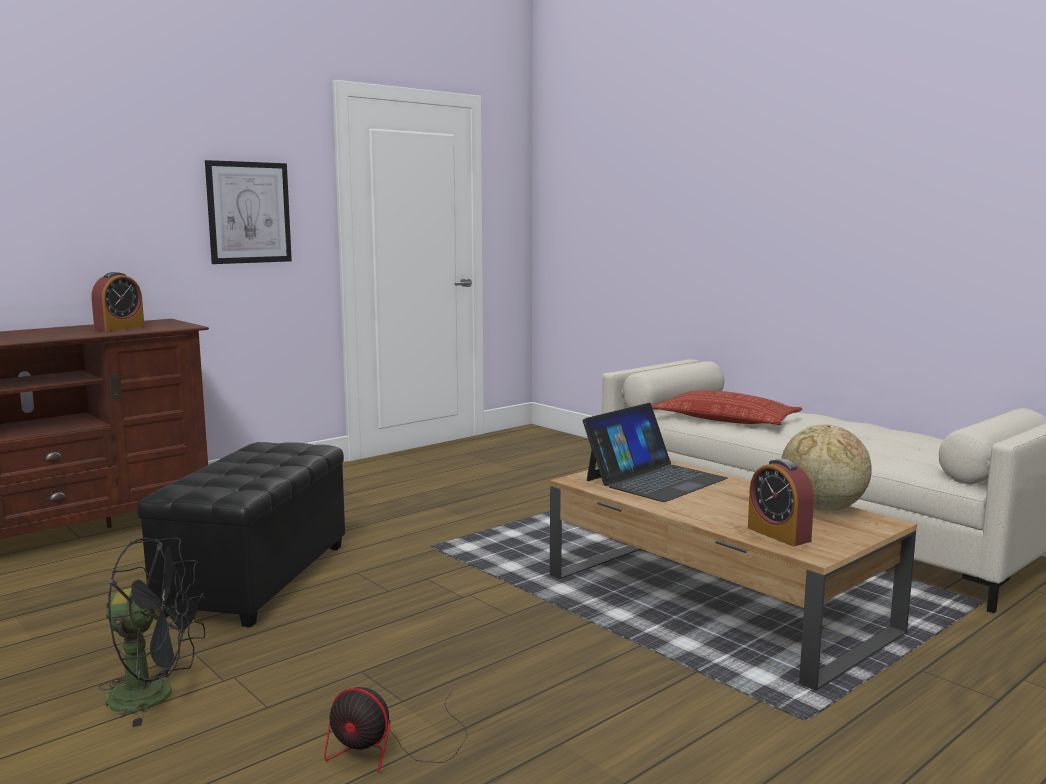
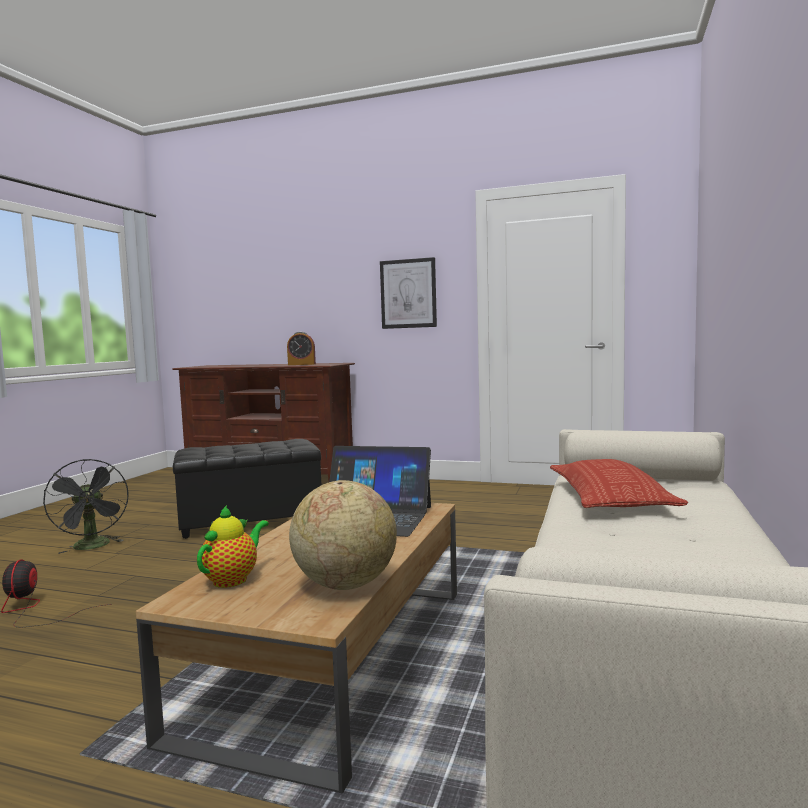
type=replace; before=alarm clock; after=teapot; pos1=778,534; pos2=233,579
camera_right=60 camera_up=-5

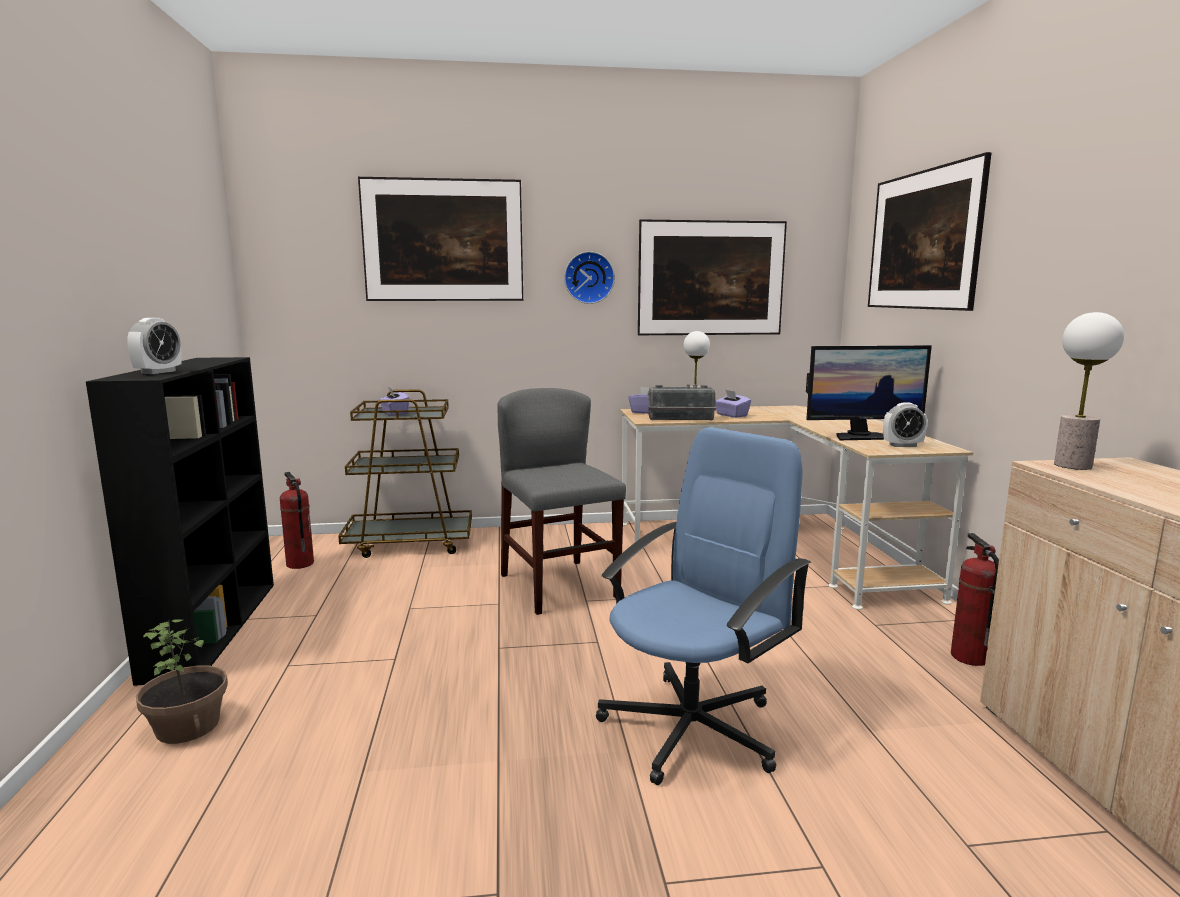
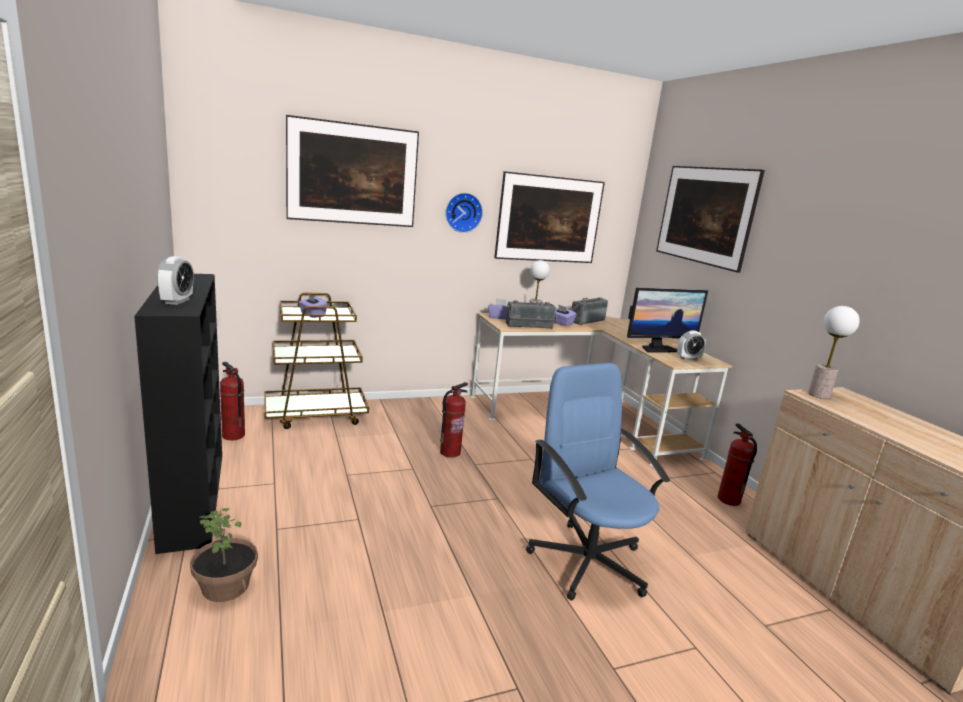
type=replace; before=chair (grey); after=fire extinguisher; pos1=559,586; pos2=450,452
type=rotate; before=office chair (blue); pos1=693,728; pos2=587,561; turn=-60
type=insert; after=radio; pos2=585,320
camera_right=-15 camera_up=5

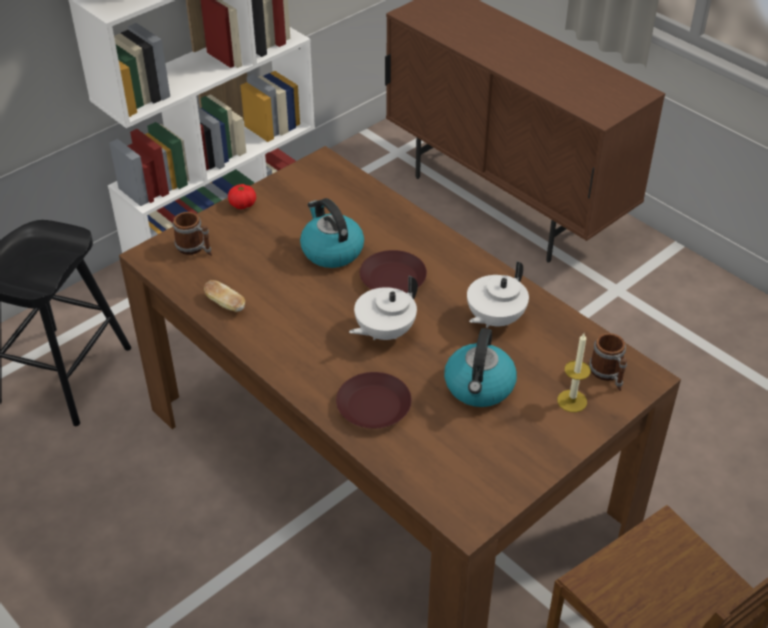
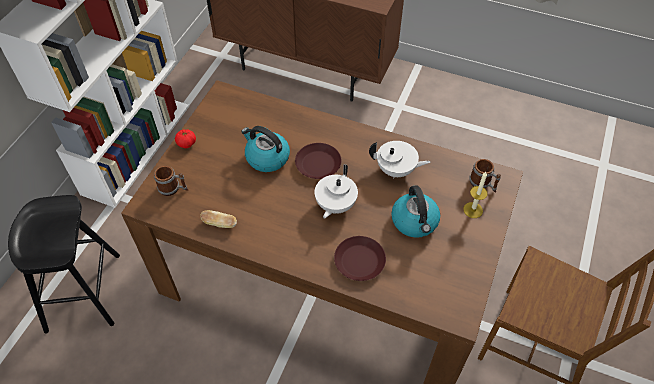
type=rotate; before=teapot (white); pos1=494,319; pos2=396,170; turn=-90
camera_right=-25 camera_up=10

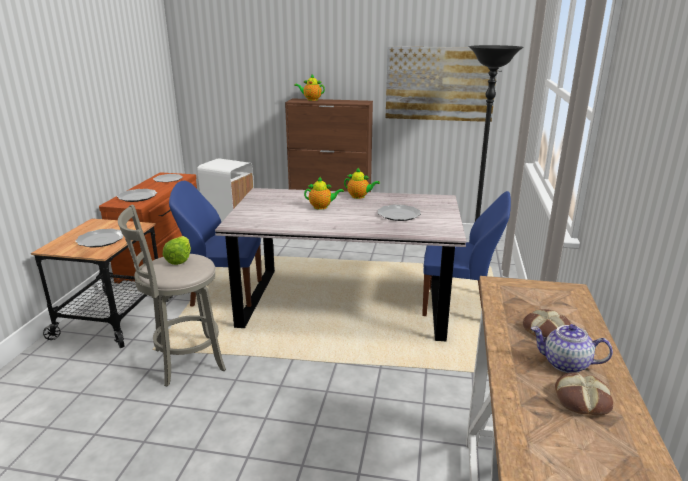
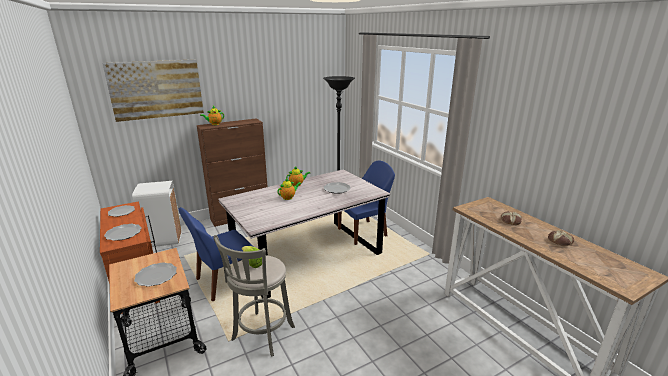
type=move; before=picture; pos1=440,84; pos2=156,89
type=delete; before=teapot; pos1=565,364
camera_right=-40 camera_up=0

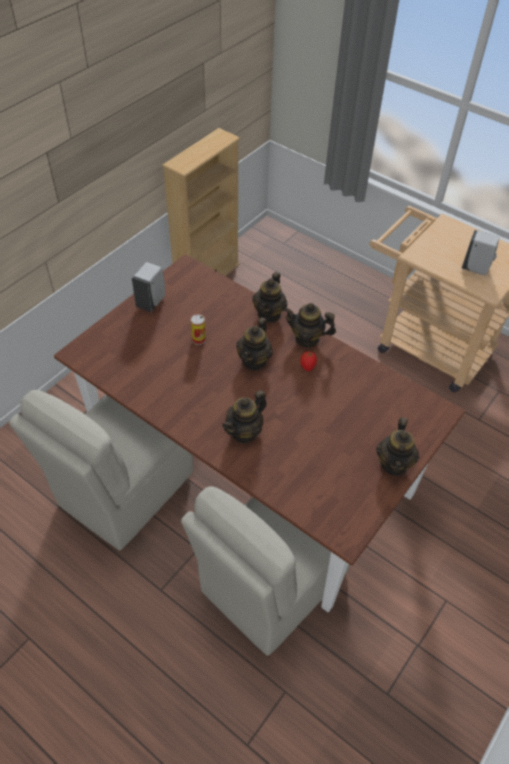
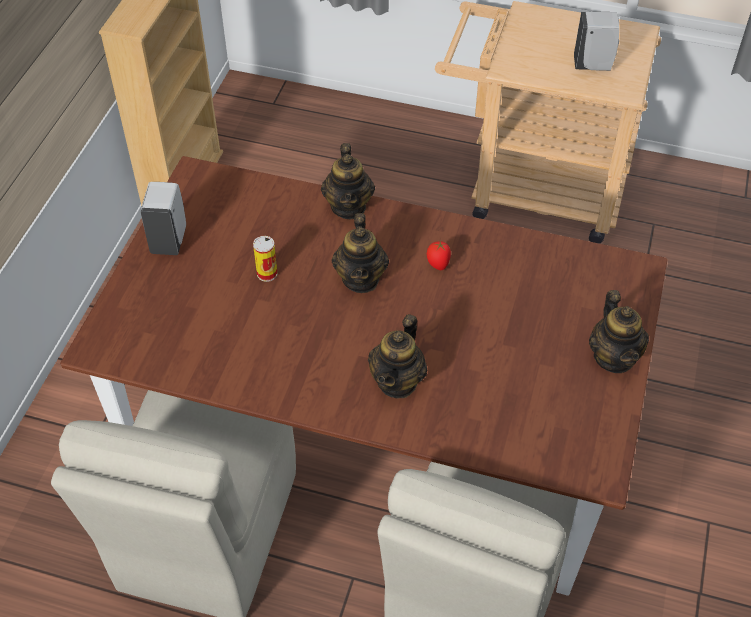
type=delete; before=teapot; pos1=307,338
camera_right=-20 camera_up=0

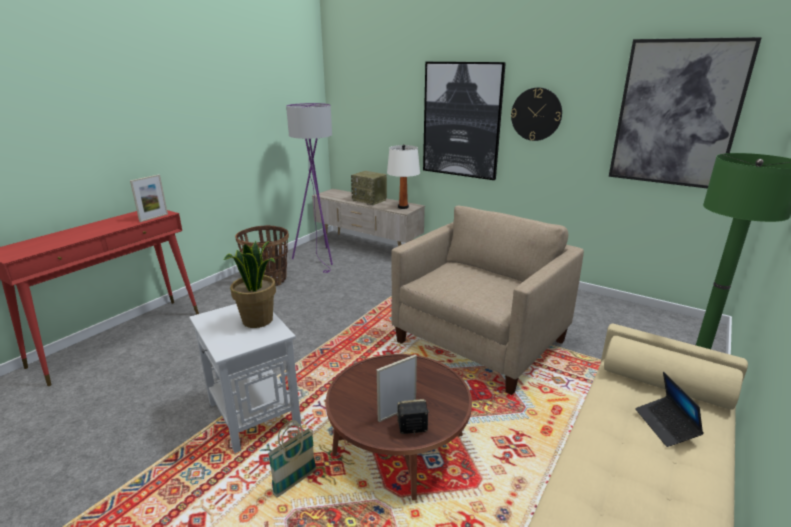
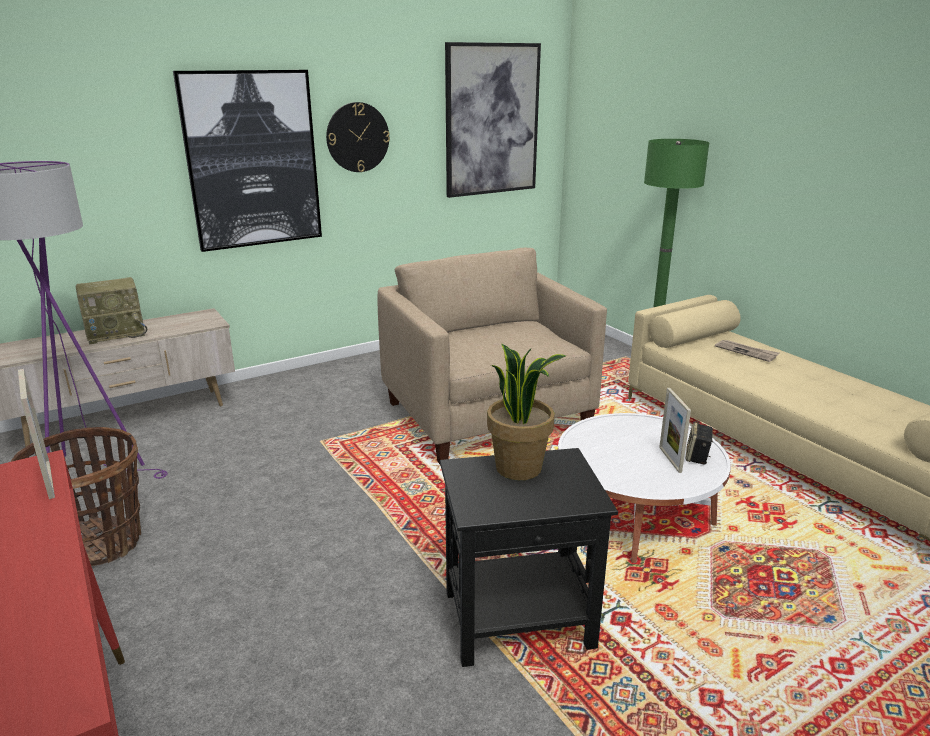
type=recolor; before=side table (white); after=side table (black); pos1=254,414; pos2=520,619
type=delete; before=basket; pos1=295,482
type=recolor; before=coffee table (brown); after=coffee table (white); pos1=398,445; pos2=634,514
type=delete; before=table lamp (white); pos1=403,207
type=replace; before=laptop; after=newspaper; pos1=666,426; pos2=746,352
camera_right=-65 camera_up=0

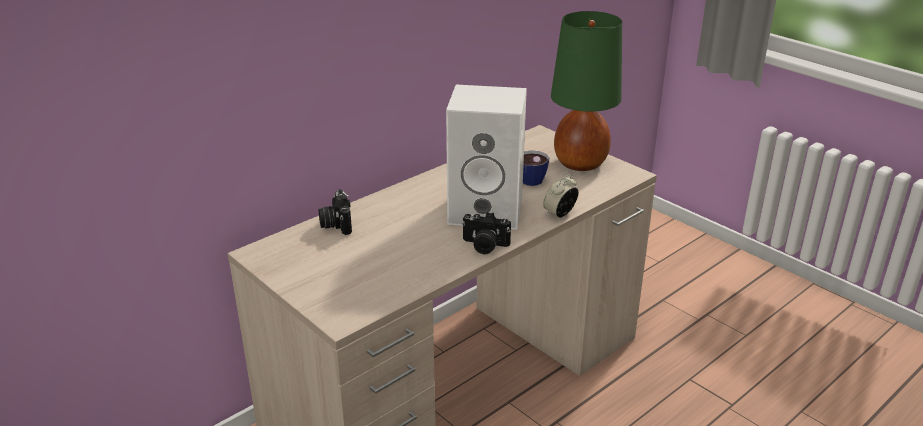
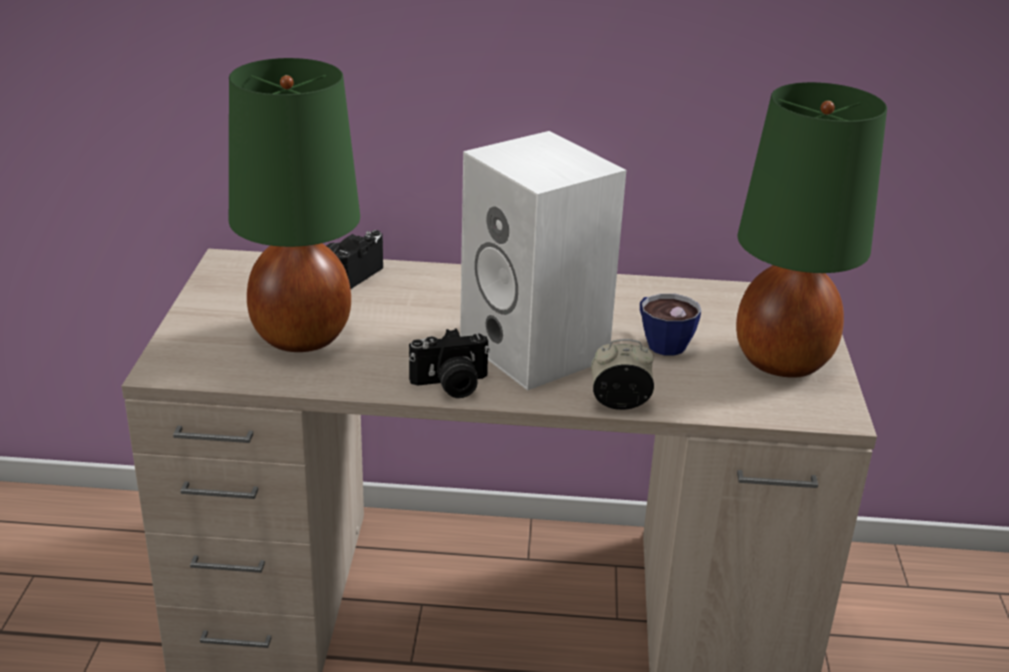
type=rotate; before=photo camera; pos1=484,246; pos2=451,385; turn=-75
type=insert; after=table lamp (green); pos2=300,337
camera_right=45 camera_up=0

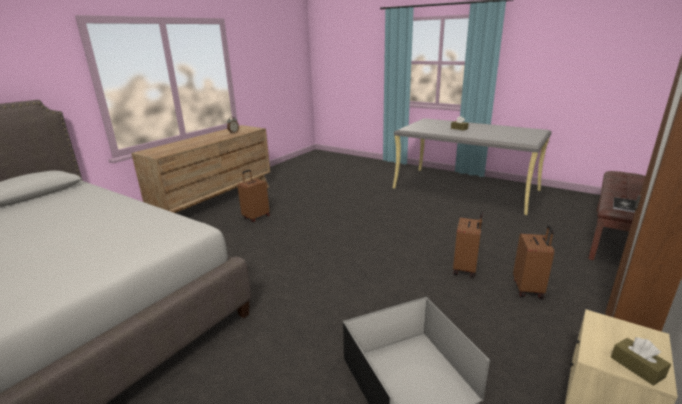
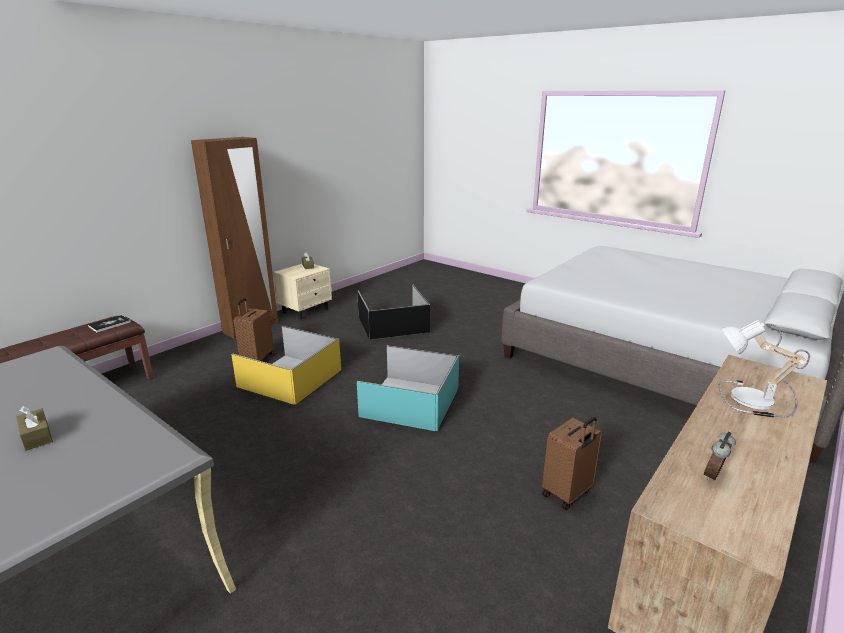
type=replace; before=suitcase (brown); after=storage box (yellow); pos1=465,269; pos2=291,377
type=insert; after=storage box (turquoise); pos2=410,401
type=insert; after=table lamp; pos2=750,400
camera_right=-175 camera_up=0

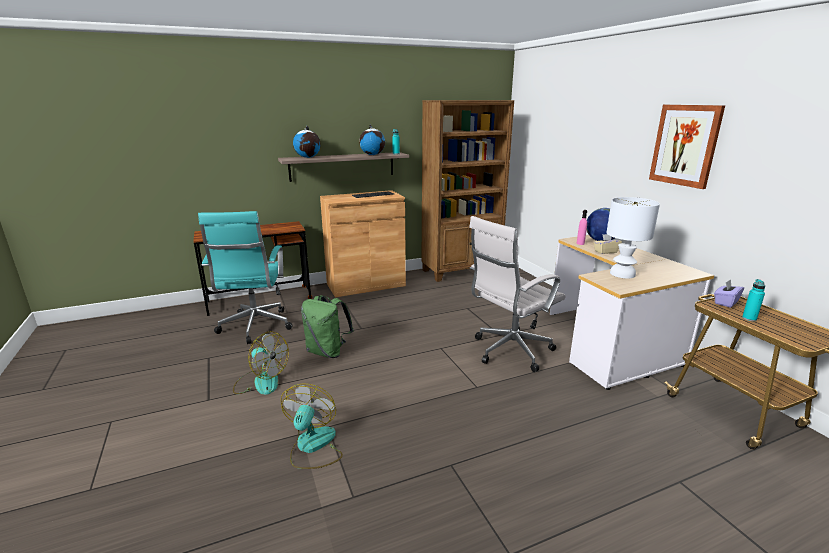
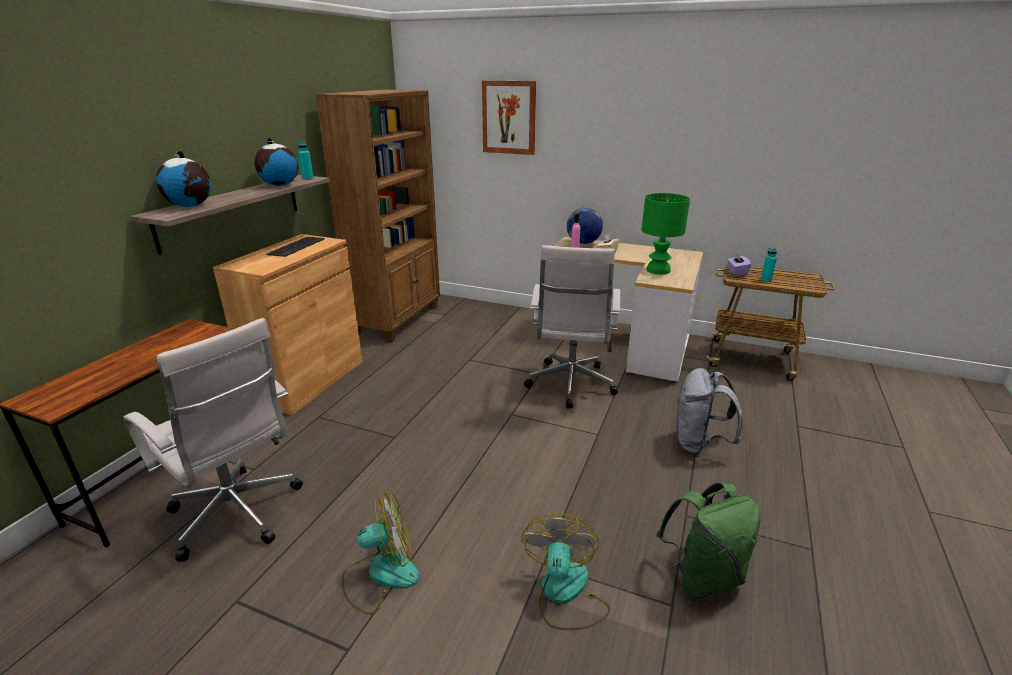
type=recolor; before=office chair (turquoise); after=office chair (white); pos1=255,328; pos2=238,516
type=rotate; before=fan; pos1=313,447; pos2=565,594; turn=45
type=move; before=backpack (green); pos1=327,352; pos2=702,576
type=recolor; before=table lamp (white); after=table lamp (green); pos1=621,274; pos2=657,270
type=move; before=picture; pos1=685,145; pos2=509,117
type=insert; after=backpack (grey); pos2=699,444
camera_right=-45 camera_up=5

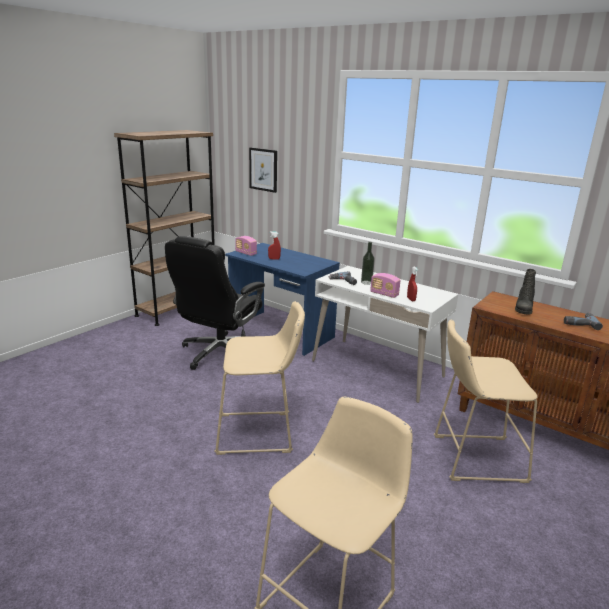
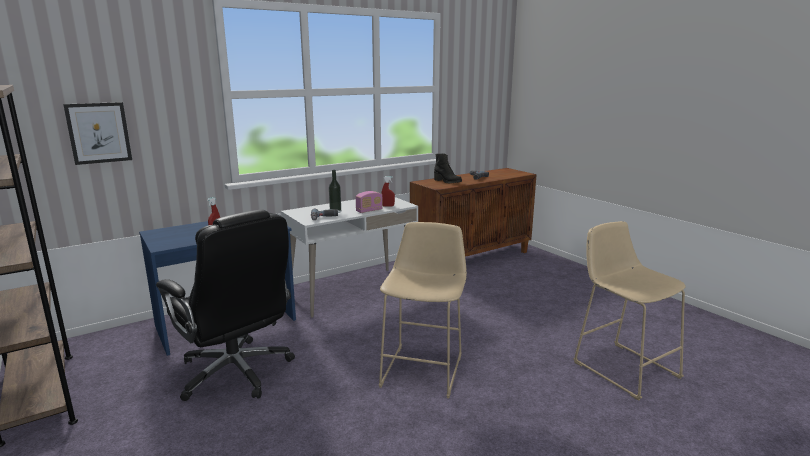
type=delete; before=radio; pos1=246,253
type=delete; before=stool (beige); pos1=473,457
camera_right=-70 camera_up=-5

